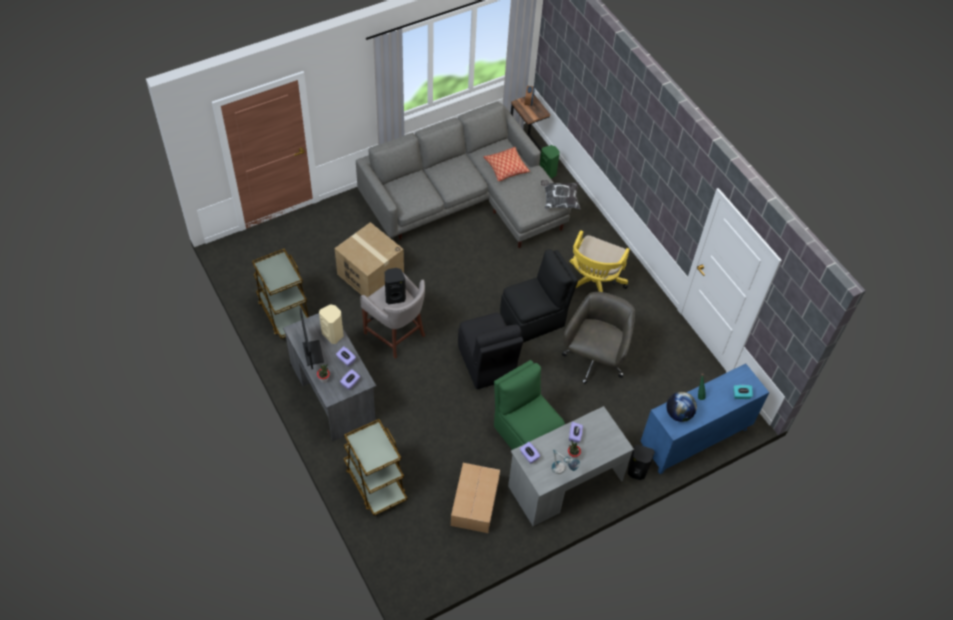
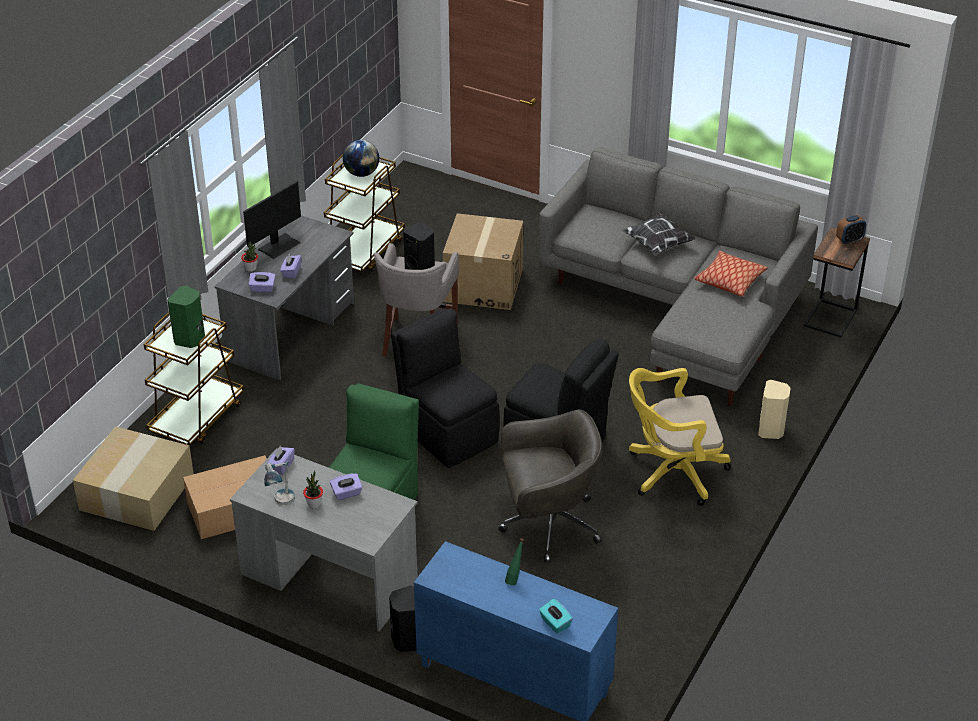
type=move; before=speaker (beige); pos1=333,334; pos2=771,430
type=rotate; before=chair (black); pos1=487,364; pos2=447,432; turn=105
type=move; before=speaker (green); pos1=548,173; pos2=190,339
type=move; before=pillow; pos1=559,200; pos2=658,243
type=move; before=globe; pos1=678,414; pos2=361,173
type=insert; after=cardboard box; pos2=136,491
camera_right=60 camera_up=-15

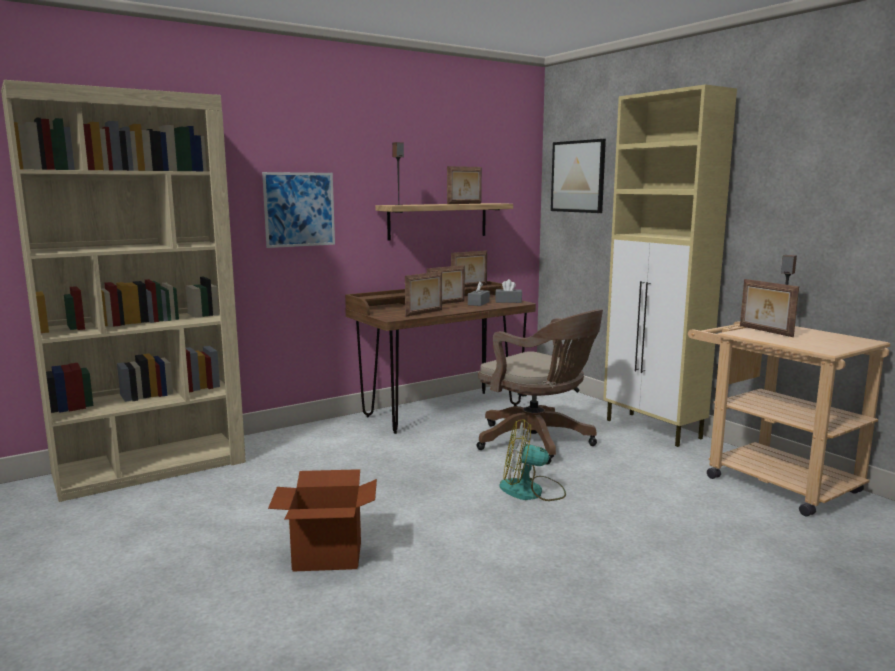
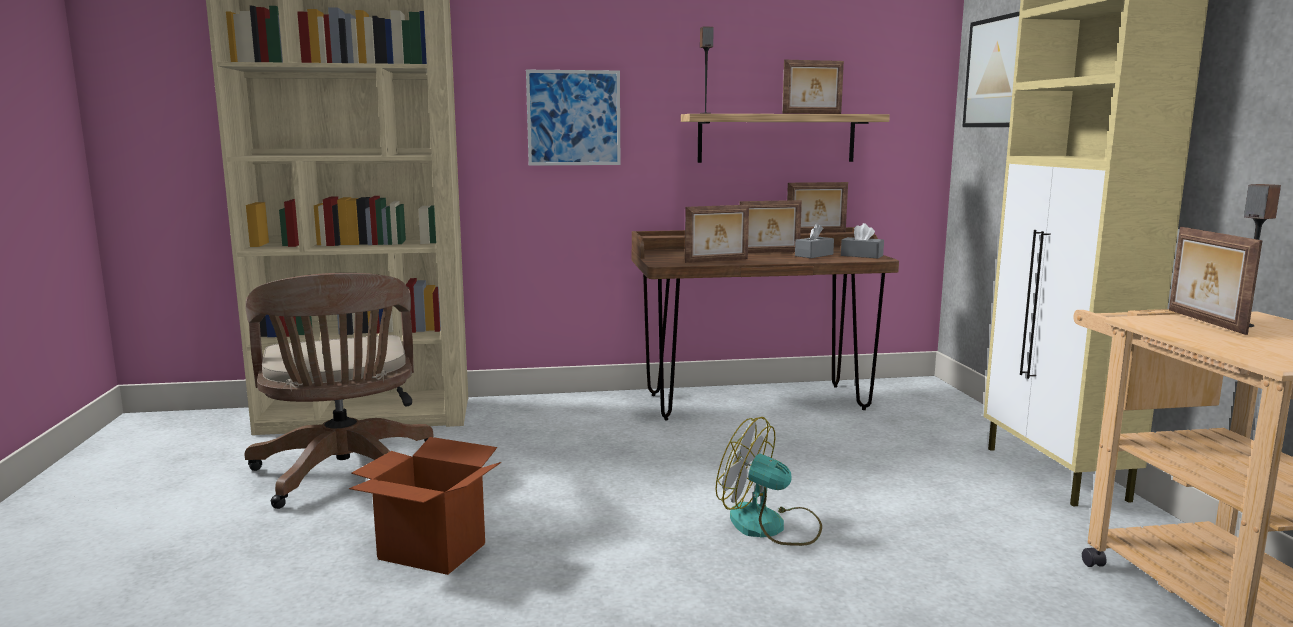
type=move; before=office chair (brown); pos1=538,443; pos2=344,475
camera_right=25 camera_up=0

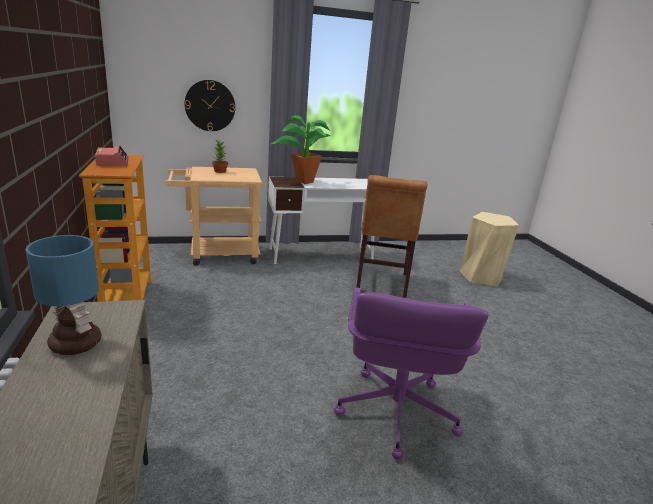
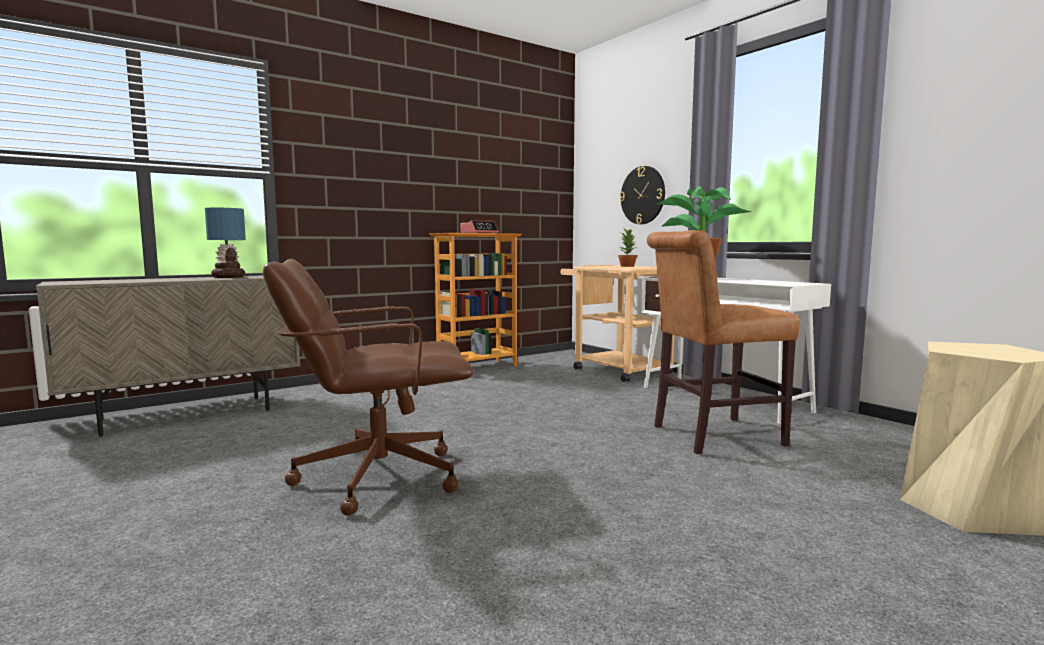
type=recolor; before=office chair (purple); after=office chair (brown); pos1=395,413; pos2=376,477
camera_right=70 camera_up=-15

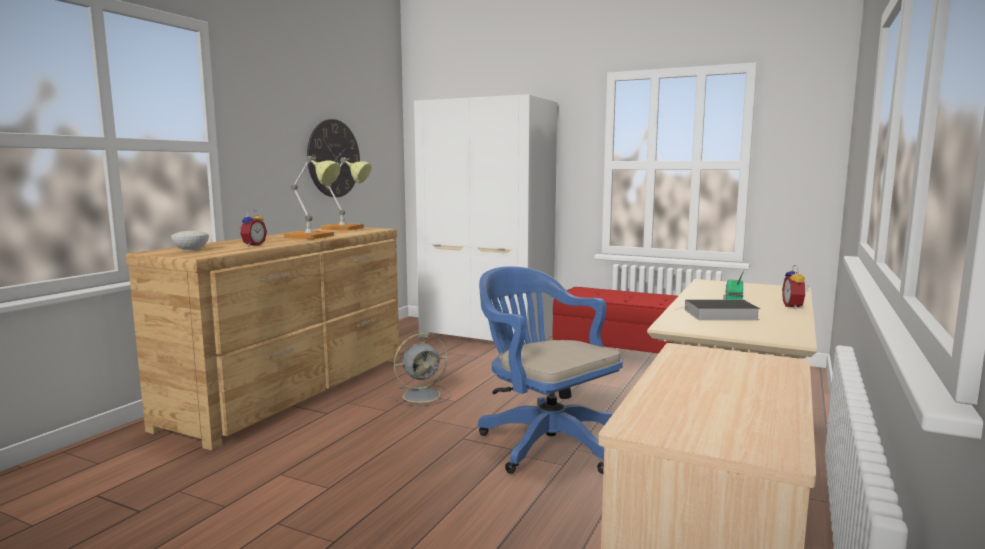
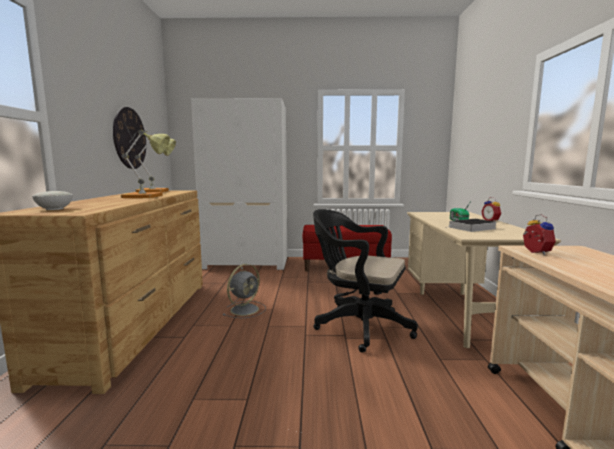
type=move; before=alarm clock; pos1=252,245; pos2=535,252
type=recolor; before=office chair (blue); after=office chair (black); pos1=544,442; pos2=358,325
camera_right=-25 camera_up=0

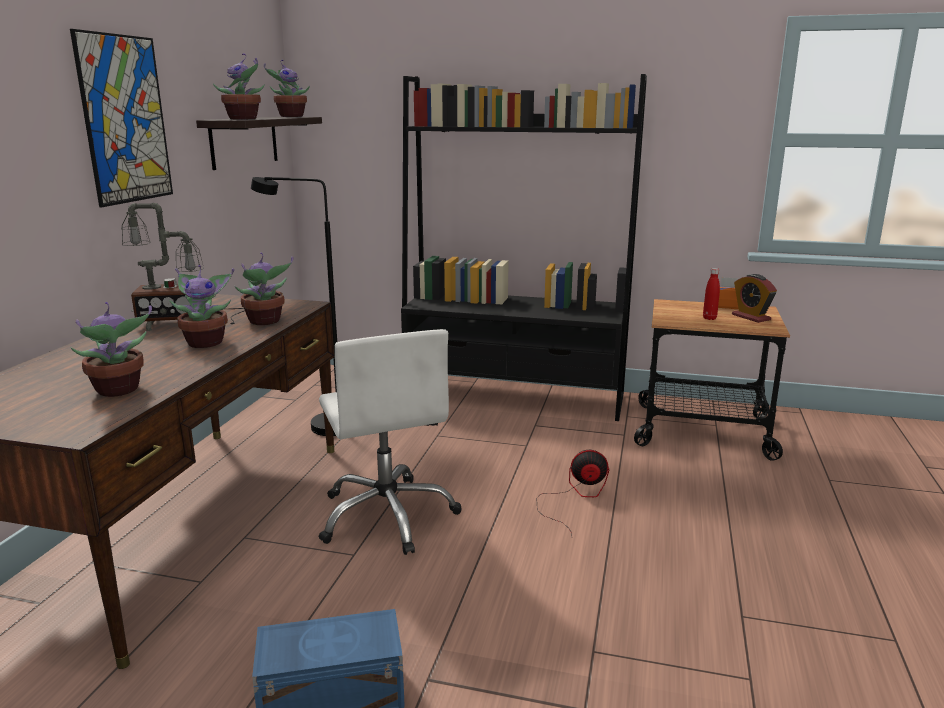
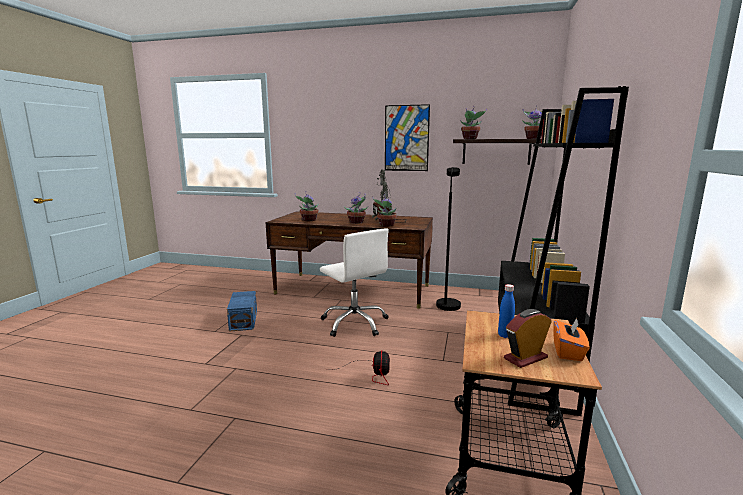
type=rotate; before=office chair (white); pos1=388,515; pos2=355,323; turn=-105
type=recolor; before=bottle (red); after=bottle (blue); pos1=709,318; pos2=505,335
camera_right=90 camera_up=-5

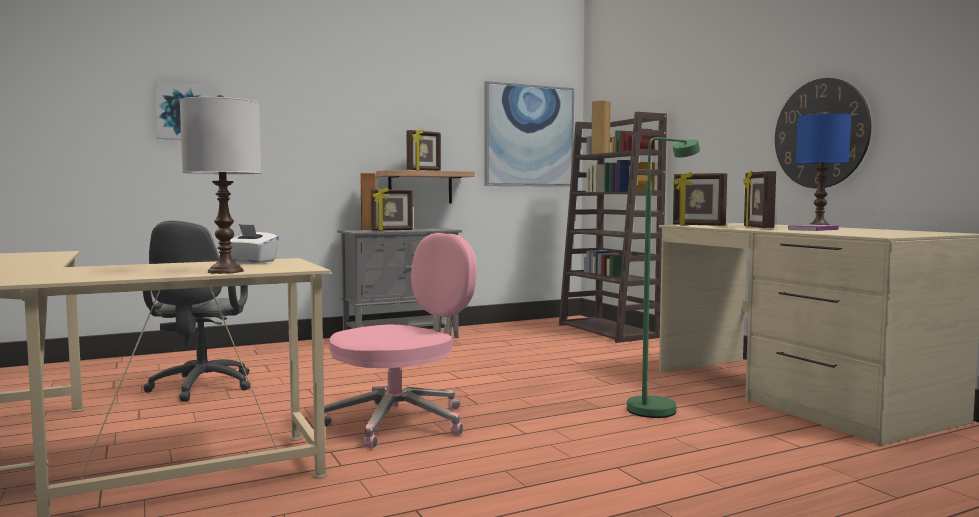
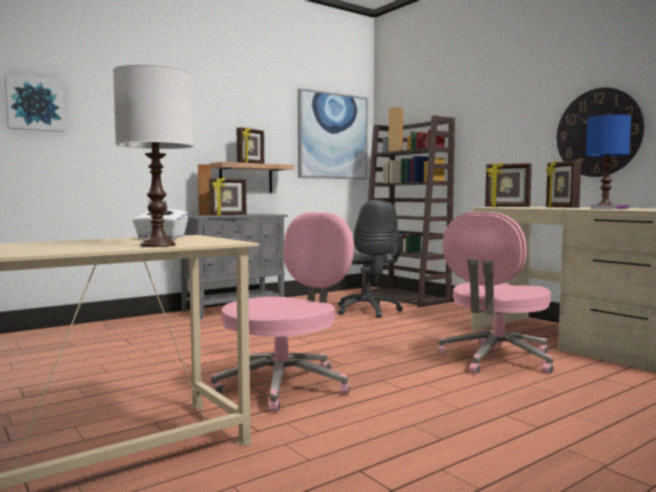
type=move; before=office chair (grey); pos1=200,388; pos2=368,311
type=replace; before=floor lamp (green); after=office chair (pink); pos1=659,407; pos2=496,359
camera_right=-10 camera_up=0

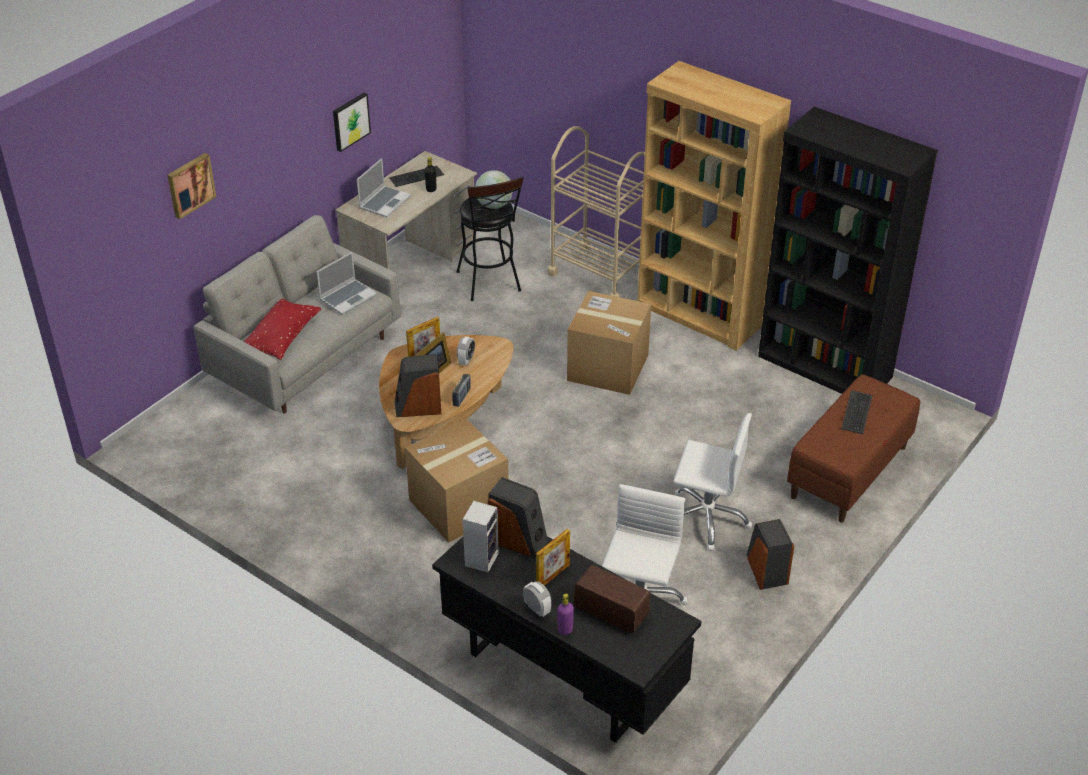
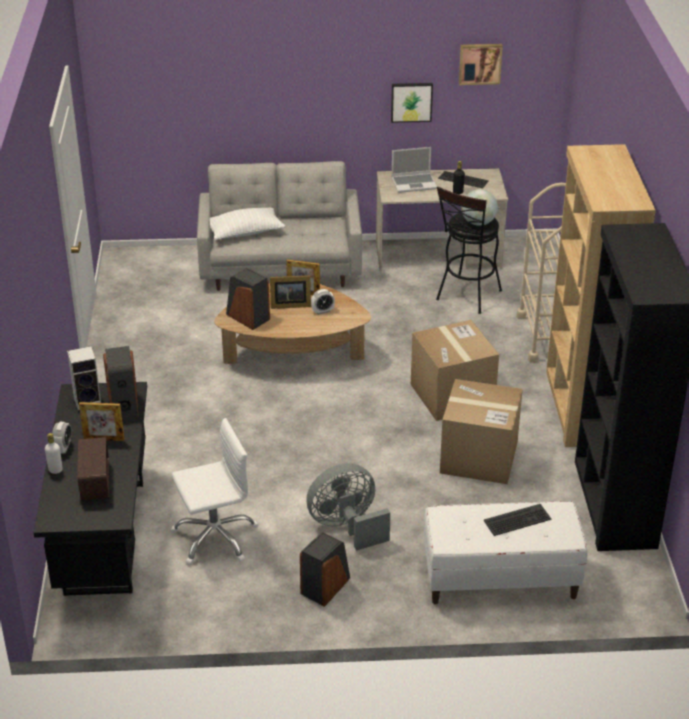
type=move; before=picture; pos1=190,185; pos2=480,63
type=recolor; before=pillow (red); after=pillow (white); pos1=281,337; pos2=245,232
type=delete; before=laptop; pos1=348,297
type=move; before=cardboard box; pos1=459,505; pos2=479,457
type=delete; before=radio; pos1=461,397
type=recolor; before=bottle (purple); after=bottle (white); pos1=565,630; pos2=55,470
type=replace; before=office chair (white); after=fan (grey); pos1=707,518; pos2=347,527
type=recolor; before=bench (brown); after=bench (white); pos1=849,472; pos2=500,579
camera_right=50 camera_up=-5

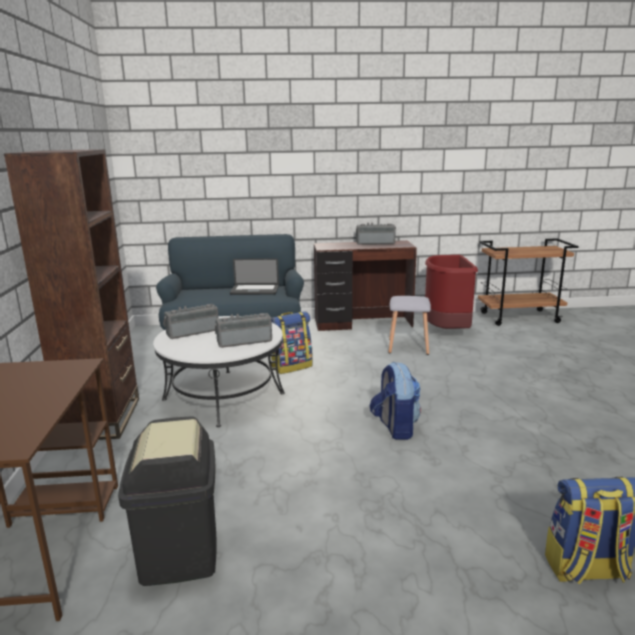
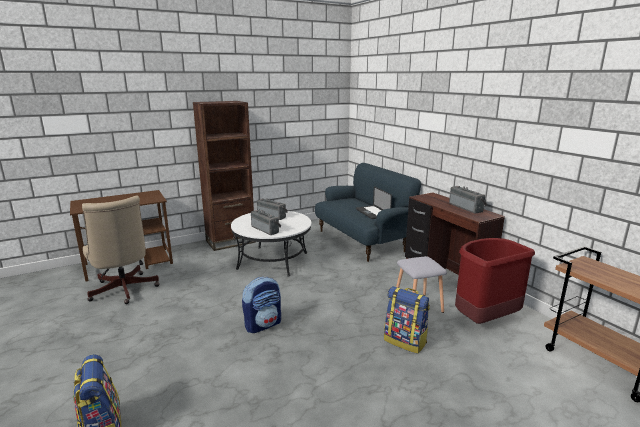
type=replace; before=trash can (black); after=office chair (beige); pos1=180,553; pos2=124,291
type=move; before=backpack; pos1=291,366; pos2=405,341
camera_right=65 camera_up=0

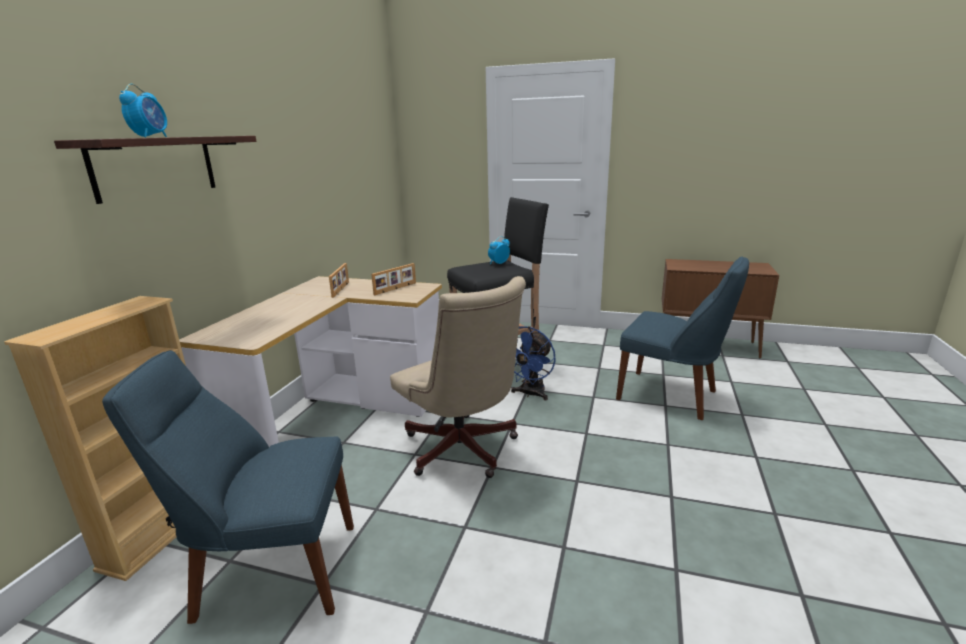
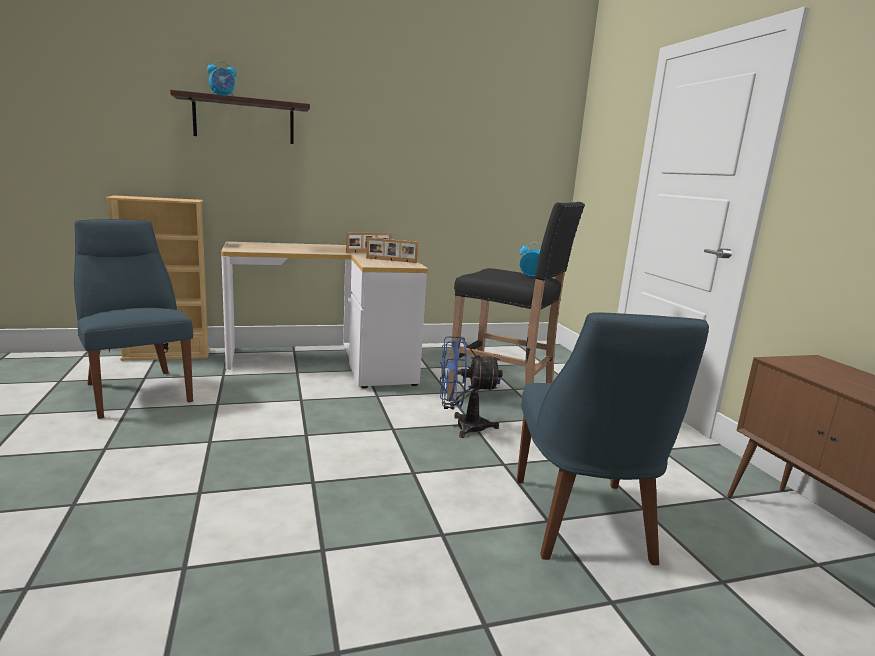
type=delete; before=office chair (beige); pos1=463,452
camera_right=55 camera_up=-5

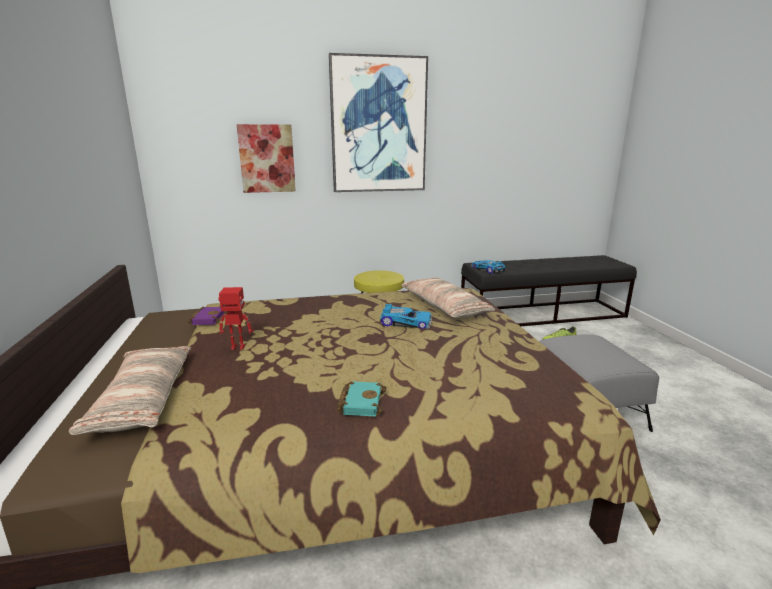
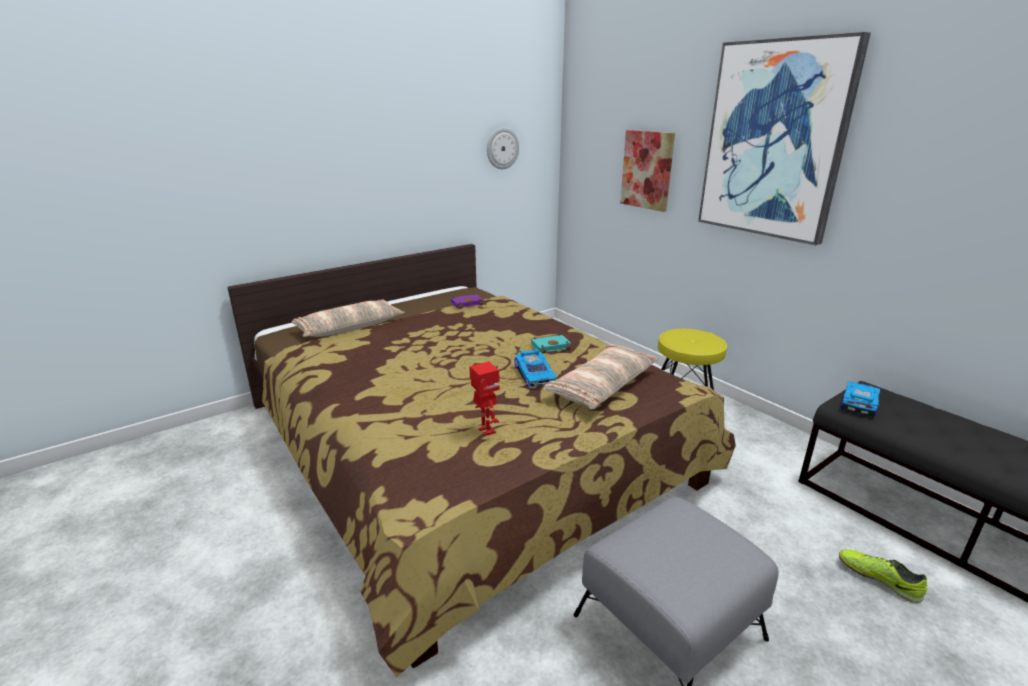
type=move; before=toy robot; pos1=237,347; pos2=486,431
type=move; before=book (turquoise); pos1=360,402; pos2=551,346
type=insert; after=wall clock; pos2=502,148
camera_right=65 camera_up=5

